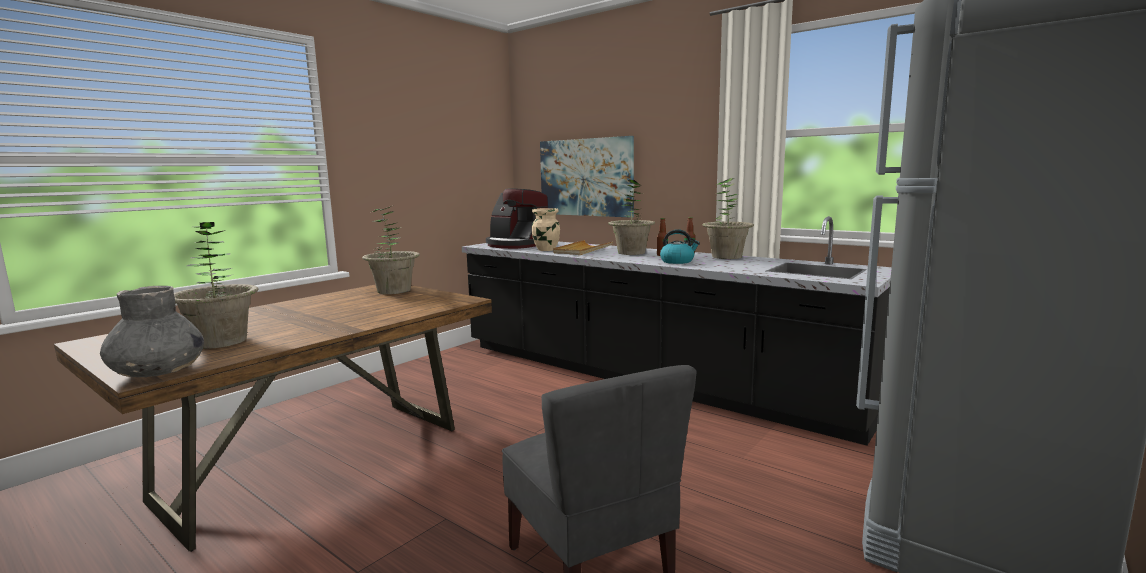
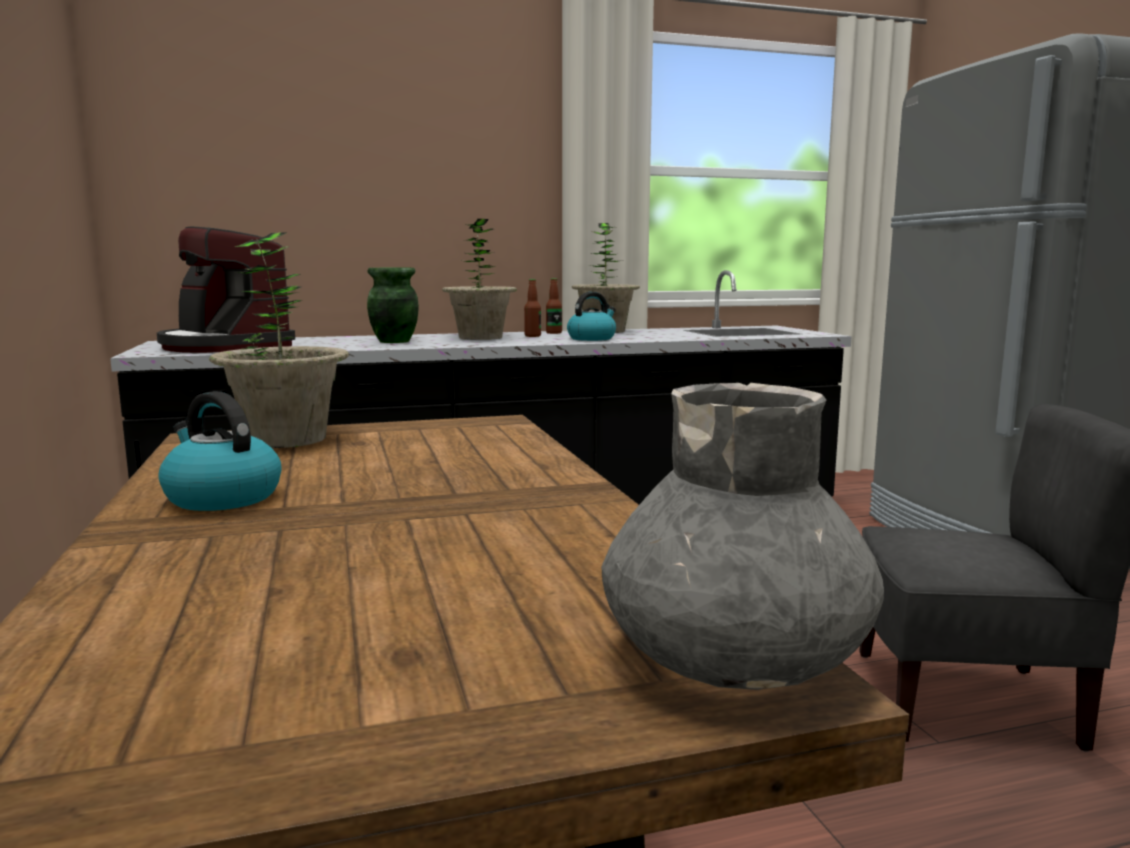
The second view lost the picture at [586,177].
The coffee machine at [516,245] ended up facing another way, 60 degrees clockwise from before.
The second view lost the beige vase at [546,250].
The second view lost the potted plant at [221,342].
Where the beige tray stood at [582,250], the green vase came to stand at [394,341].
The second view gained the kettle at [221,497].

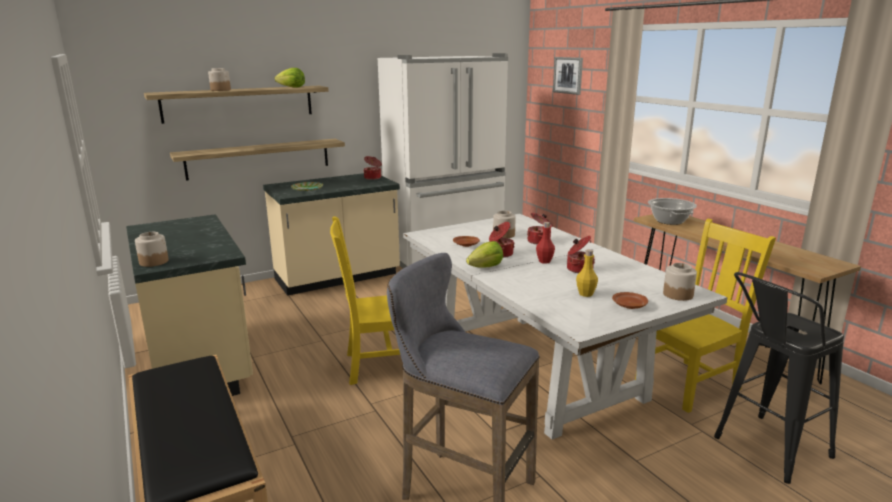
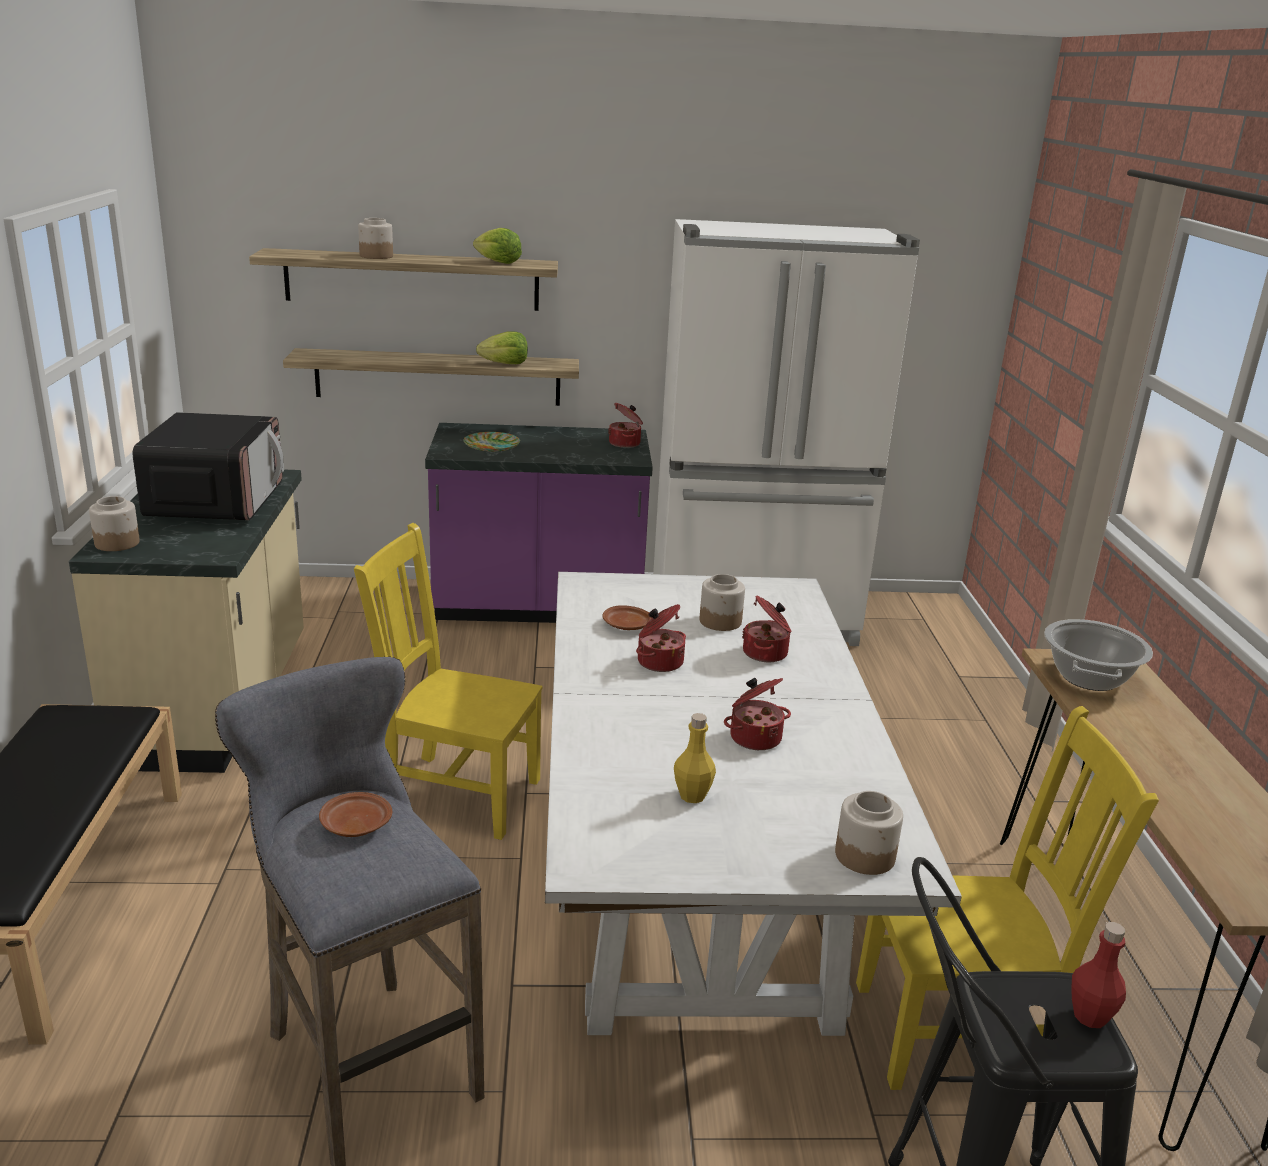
The second view lost the picture at [568,75].
What was the beige counter at [338,278] turned into the purple counter at [538,608].
The red bottle ended up elsewhere, having gone from [544,261] to [1090,1016].
The lettuce ended up elsewhere, having gone from [486,267] to [505,364].
The brown plate ended up elsewhere, having gone from [629,305] to [355,825].
The second view gained the microwave at [216,501].

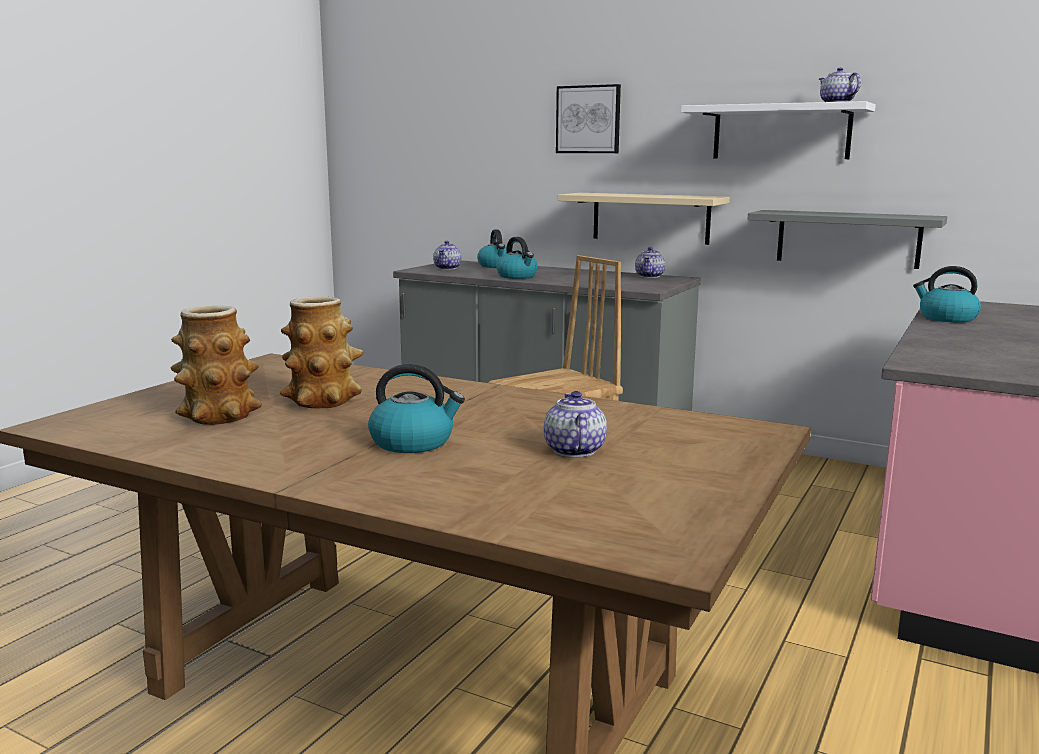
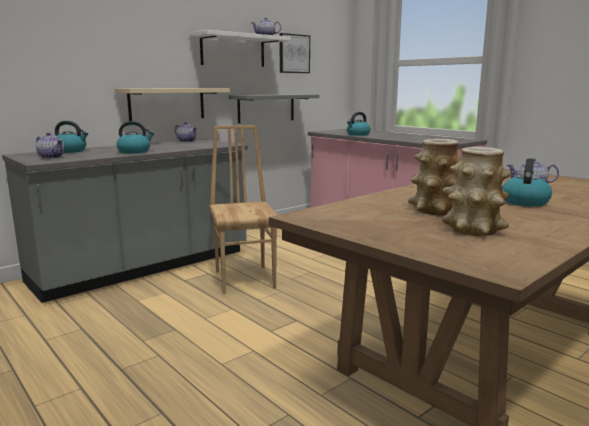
The picture ended up elsewhere, having gone from [588,119] to [294,54].

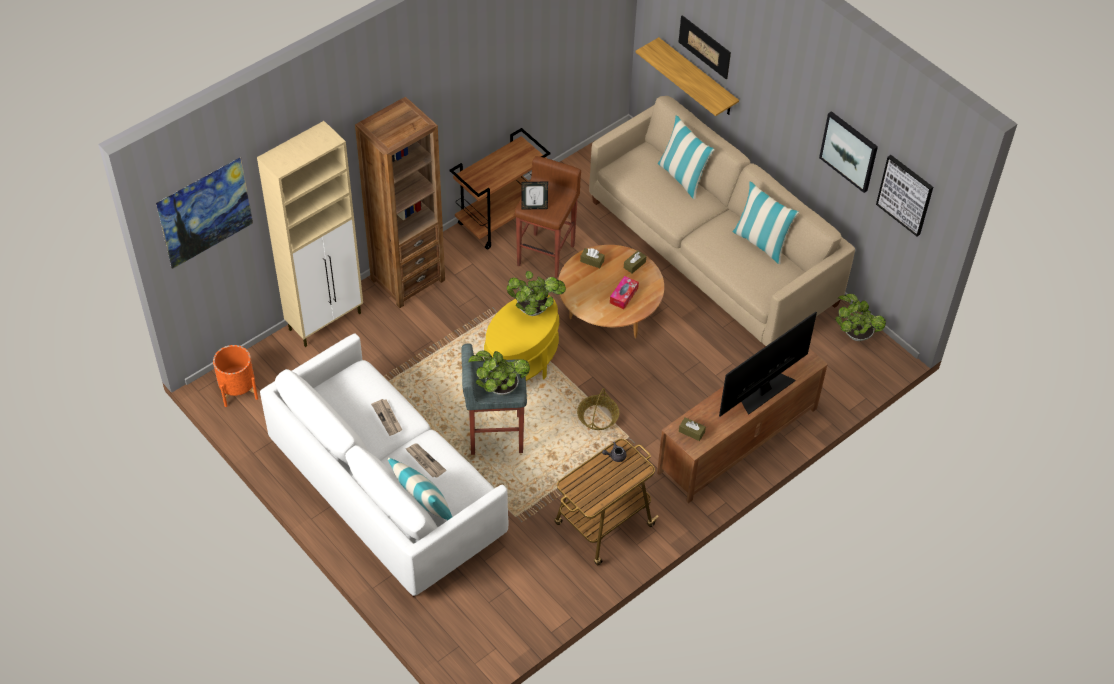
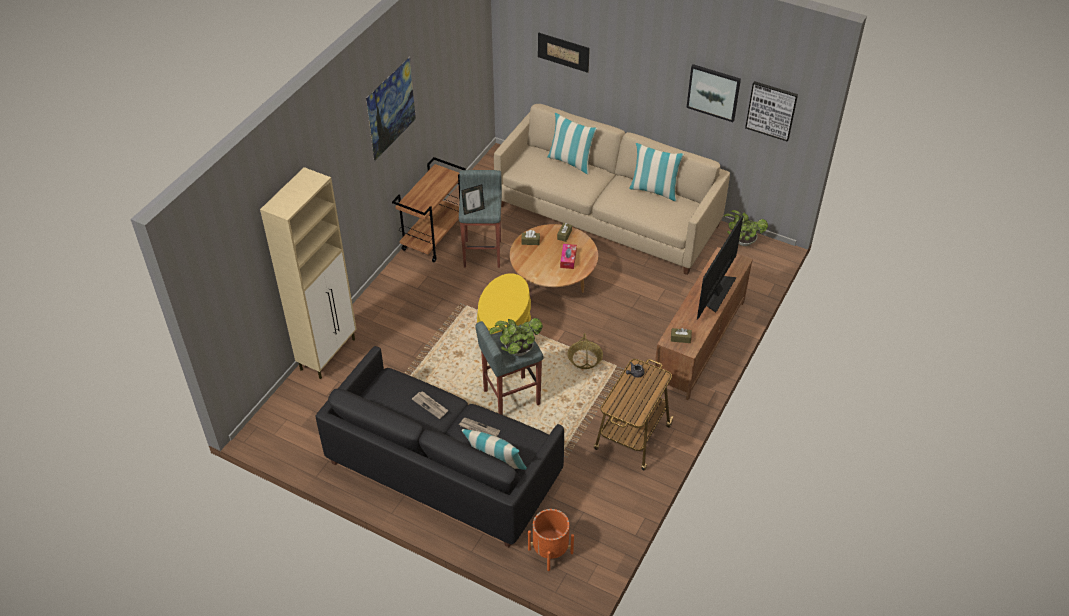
The second view lost the shelf at [697,78].
The second view lost the brown bookcase at [407,279].
What was the brown stool at [547,254] turned into the grey stool at [483,253].
The picture ended up elsewhere, having gone from [209,229] to [393,124].
The second view lost the potted plant at [535,309].
What was the white sofa at [386,489] turned into the black sofa at [443,468].
The orange planter ended up elsewhere, having gone from [238,390] to [550,551].

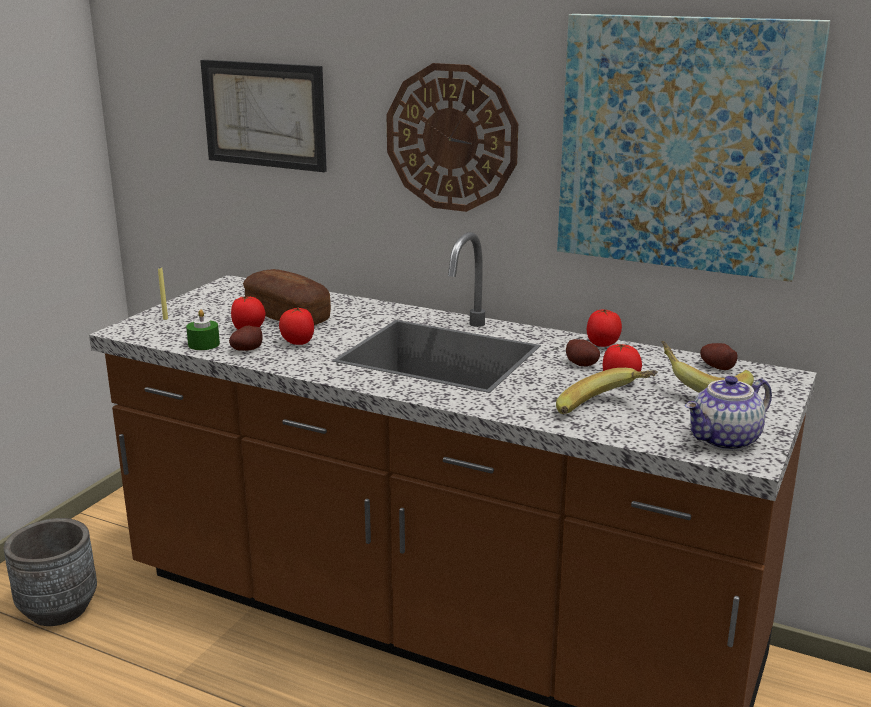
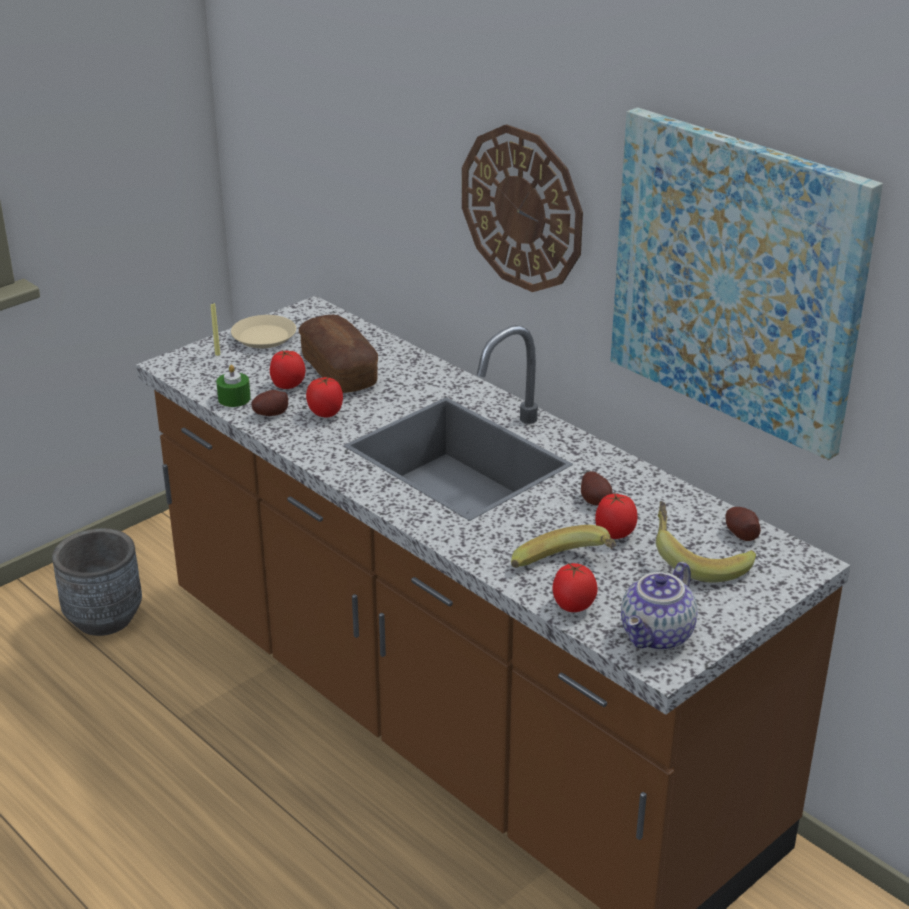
The second view lost the picture at [264,114].
The tomato ended up elsewhere, having gone from [602,345] to [573,607].
The teapot at [725,441] ended up facing another way, 45 degrees counterclockwise from before.
The second view gained the beige plate at [264,337].

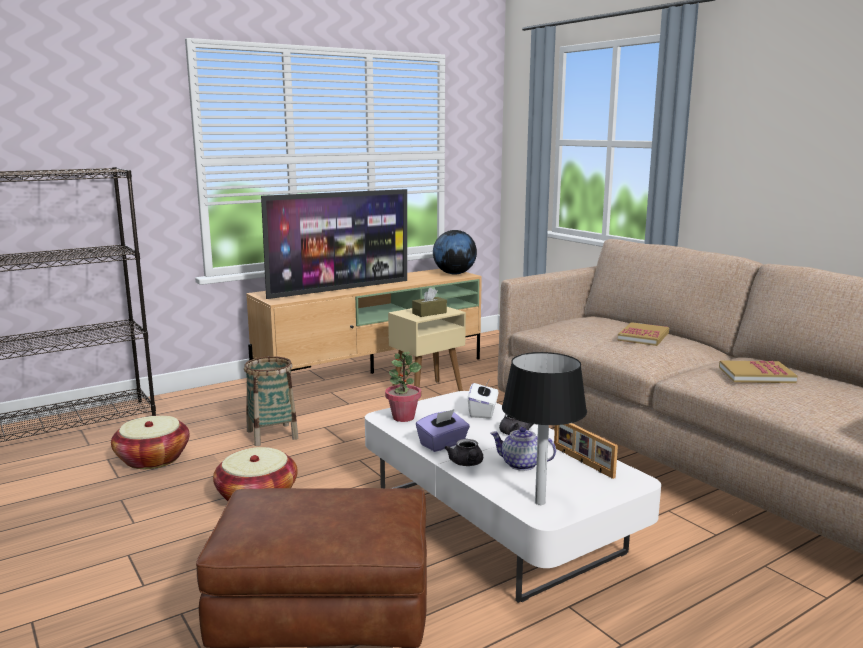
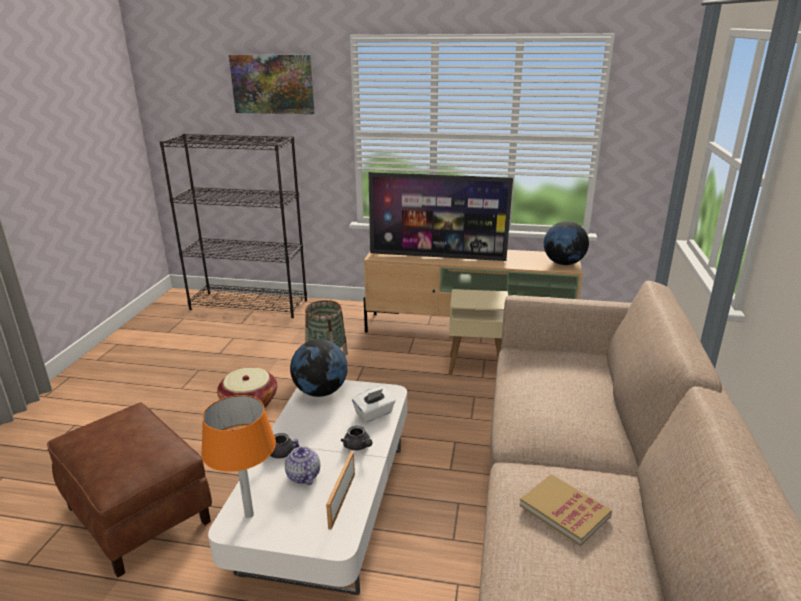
The second view lost the brown tissue box at [429,313].
The second view lost the book at [643,336].
Where the potted plant stood at [403,417], the globe came to stand at [320,391].
What was the black table lamp at [540,502] turned into the orange table lamp at [249,514].
The second view lost the purple tissue box at [443,444].
The second view lost the basket at [153,459].
The second view gained the picture at [272,84].

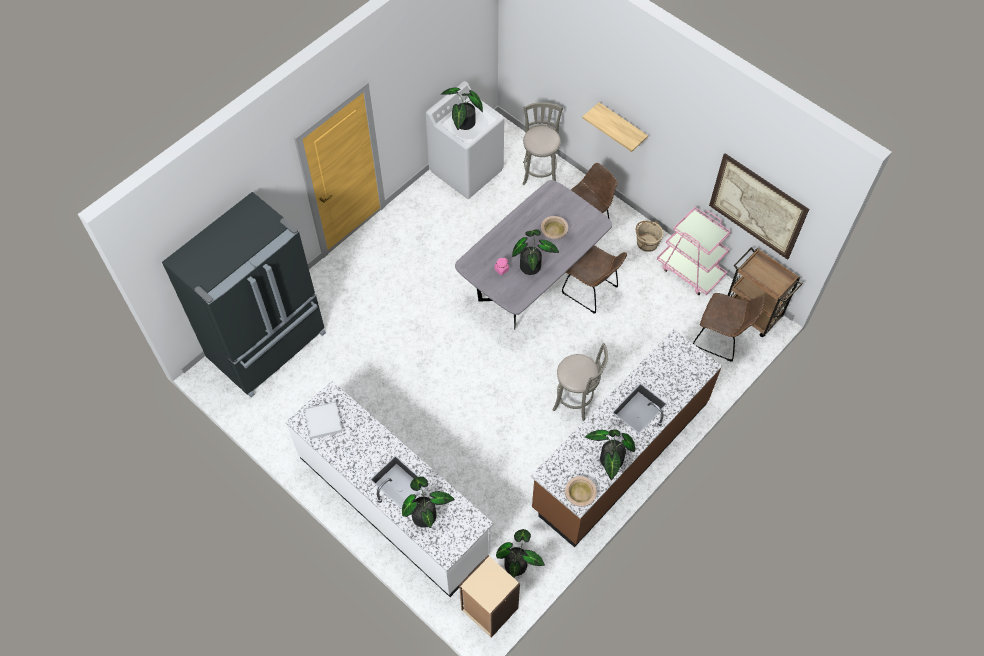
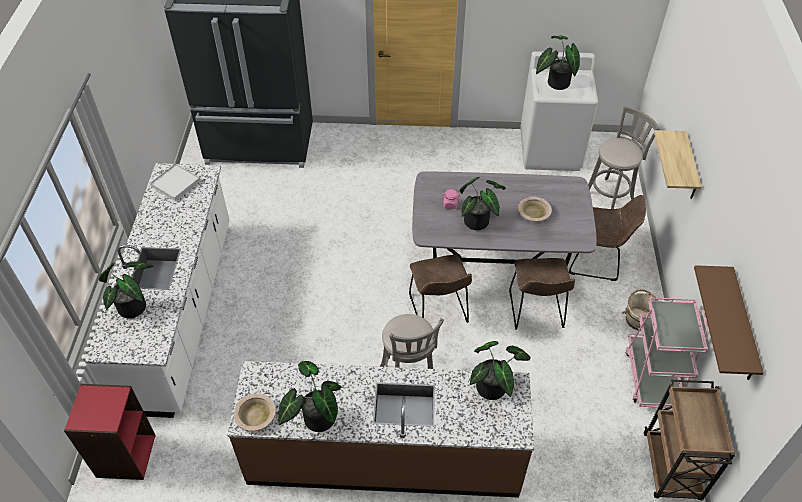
Where the picture hung at [757,206], the brown shelf came to hang at [742,326].
The brown chair ended up elsewhere, having gone from [722,339] to [439,311].
The potted plant ended up elsewhere, having gone from [518,563] to [495,387].
What was the beige bookcase at [489,609] turned into the red bookcase at [125,455].

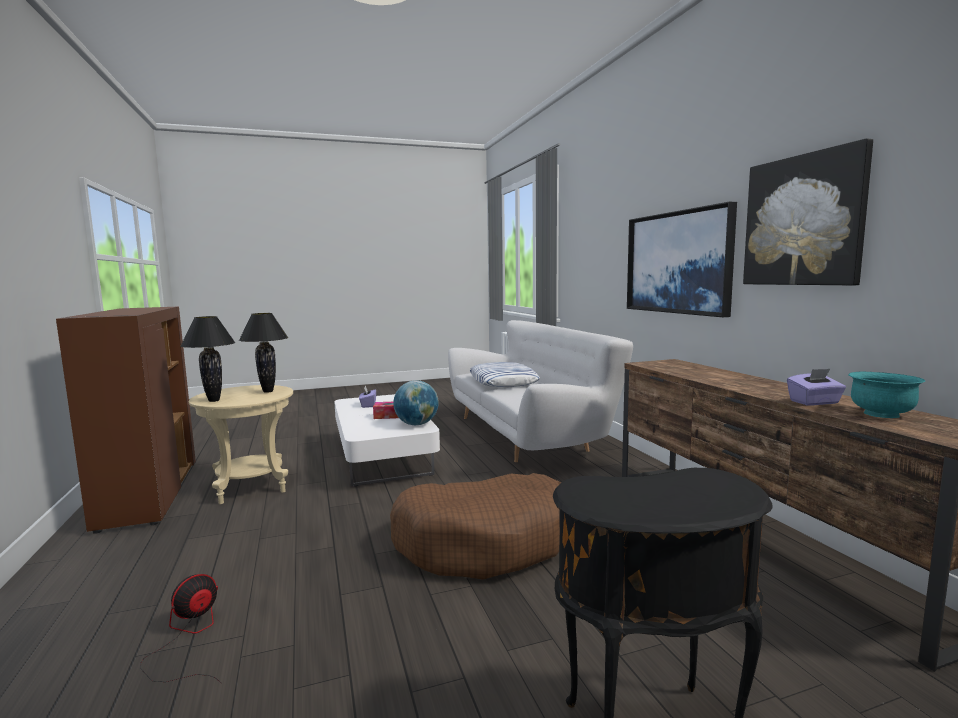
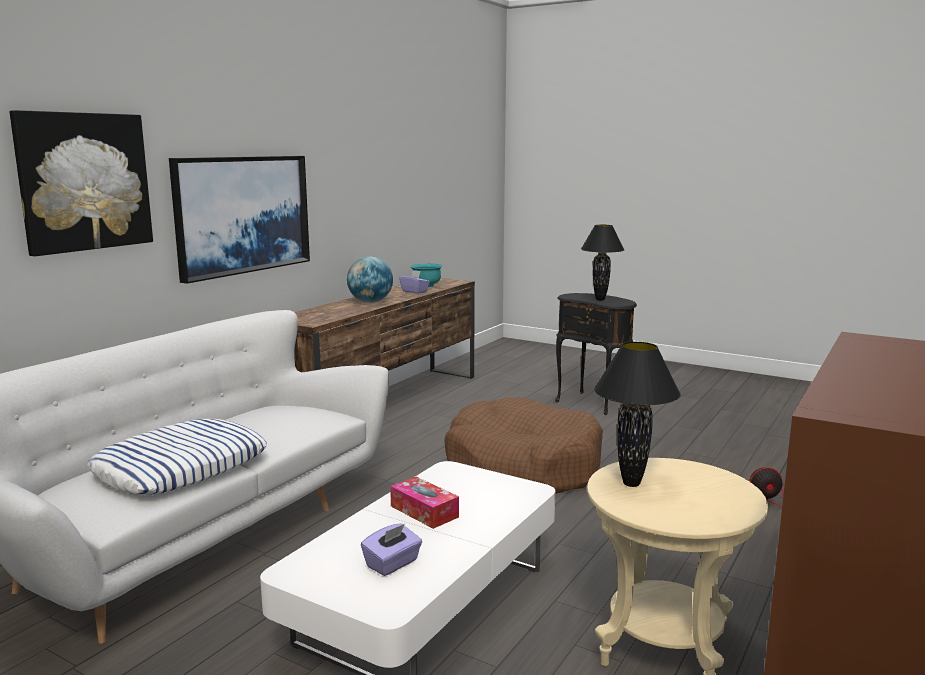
The picture ended up elsewhere, having gone from [803,221] to [84,181].
The black table lamp ended up elsewhere, having gone from [214,400] to [600,299].
The globe ended up elsewhere, having gone from [417,424] to [370,302].

